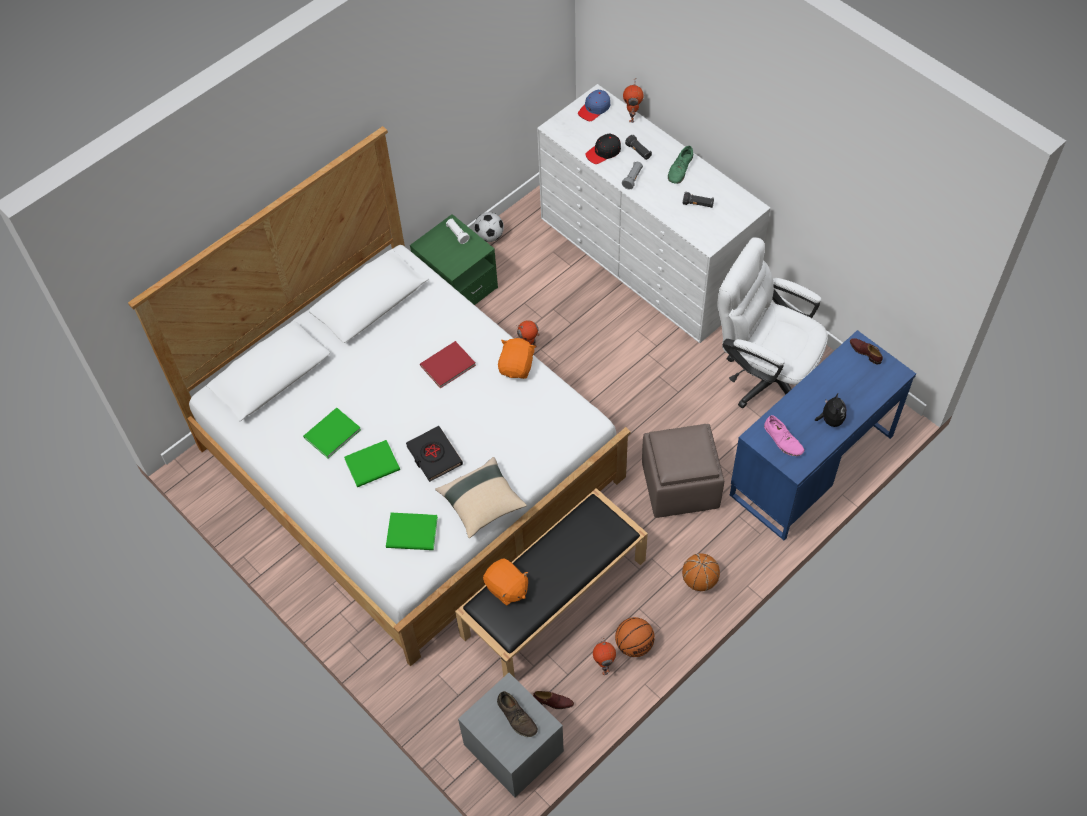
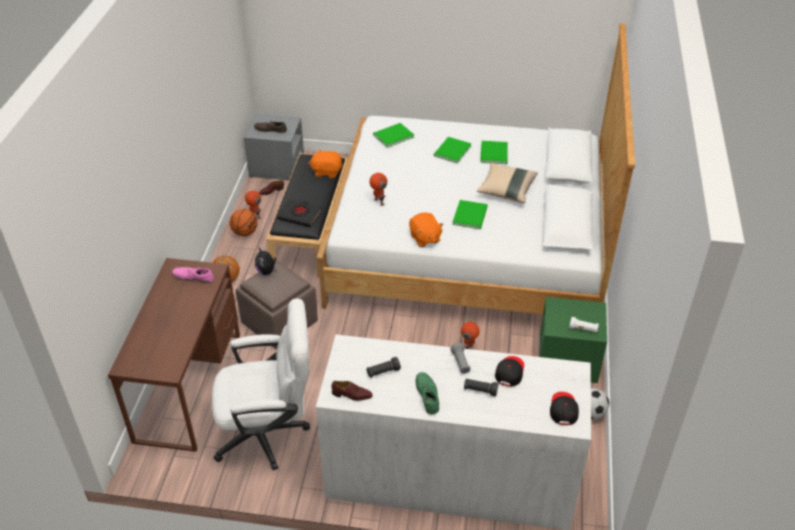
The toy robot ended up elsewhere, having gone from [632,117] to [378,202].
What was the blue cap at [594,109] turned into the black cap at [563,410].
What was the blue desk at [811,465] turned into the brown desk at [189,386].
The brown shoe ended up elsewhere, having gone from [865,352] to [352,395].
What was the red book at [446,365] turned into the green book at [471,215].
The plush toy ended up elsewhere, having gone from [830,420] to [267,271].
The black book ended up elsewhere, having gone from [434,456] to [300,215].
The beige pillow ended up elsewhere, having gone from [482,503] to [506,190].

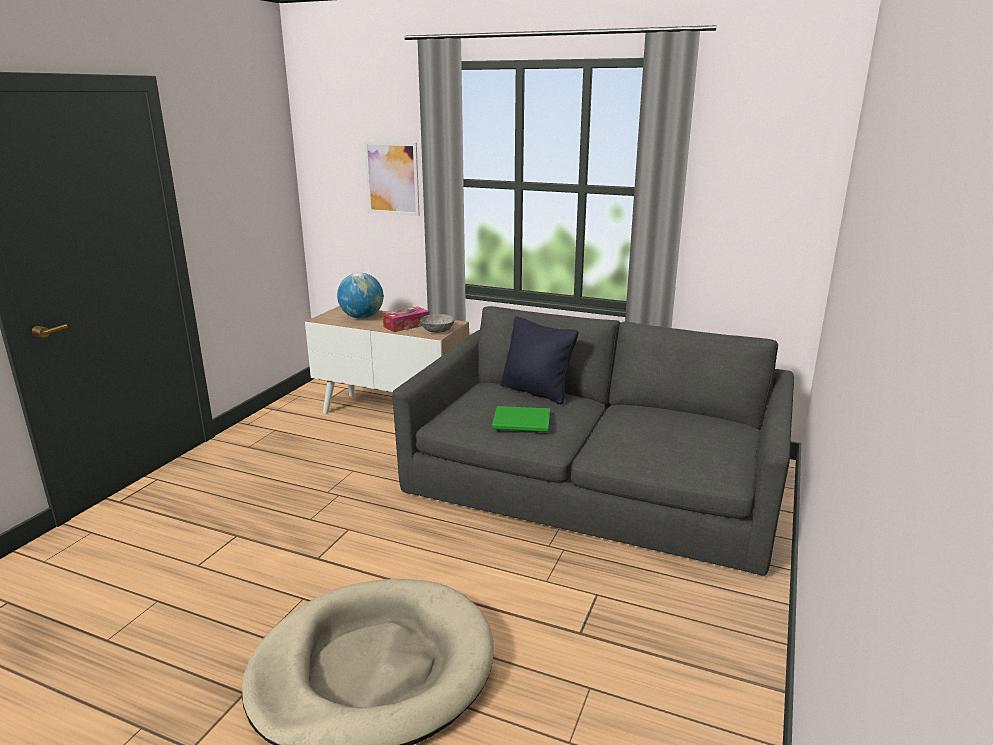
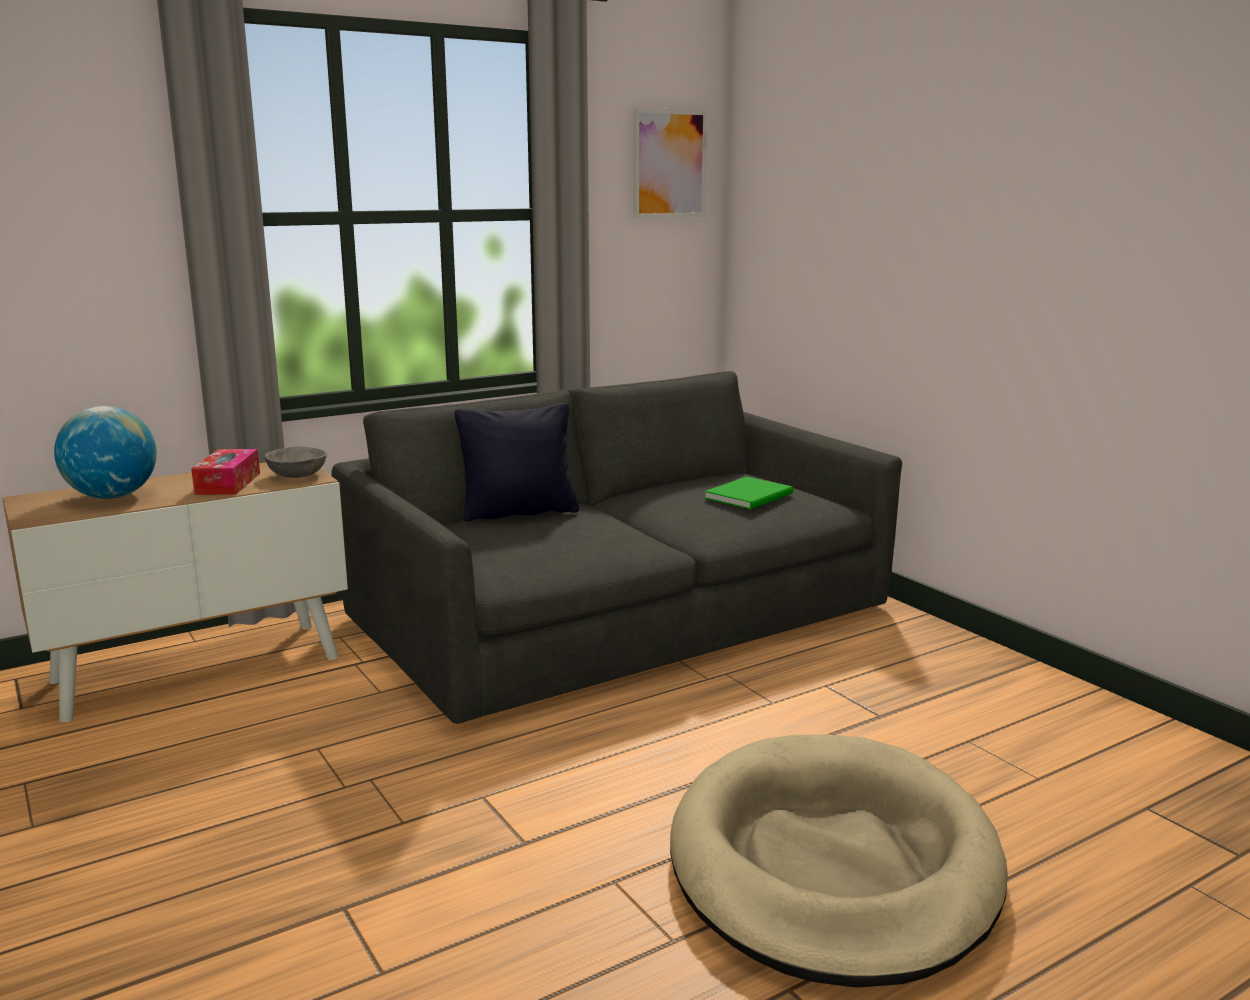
The picture ended up elsewhere, having gone from [392,178] to [669,164].
The green book ended up elsewhere, having gone from [523,422] to [752,496].

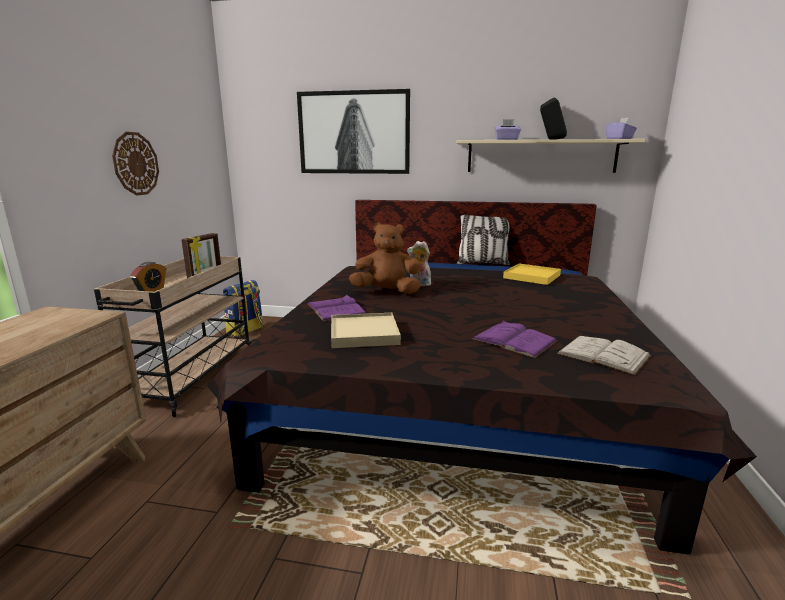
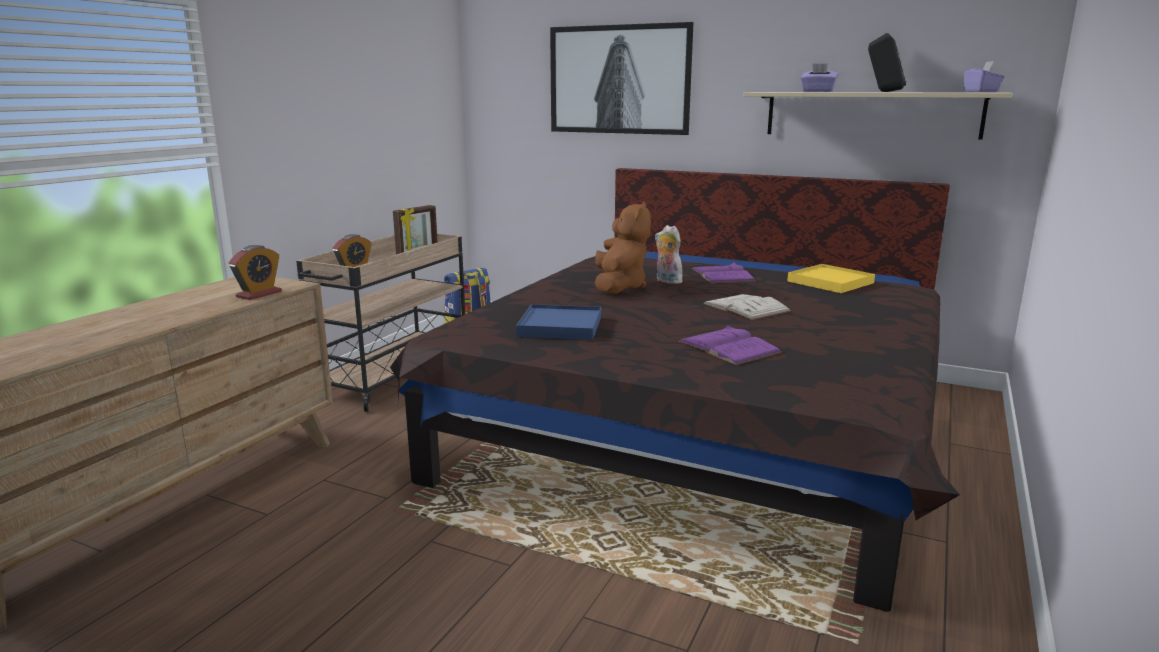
The second view lost the wall clock at [135,164].
The second view lost the pillow at [482,263].
The brown plush toy at [387,292] ended up facing another way, 75 degrees clockwise from before.
The purple book ended up elsewhere, having gone from [336,309] to [722,275].
What was the beige tray at [363,333] turned into the blue tray at [560,326].
The white book ended up elsewhere, having gone from [603,354] to [746,307].
The second view gained the alarm clock at [259,294].

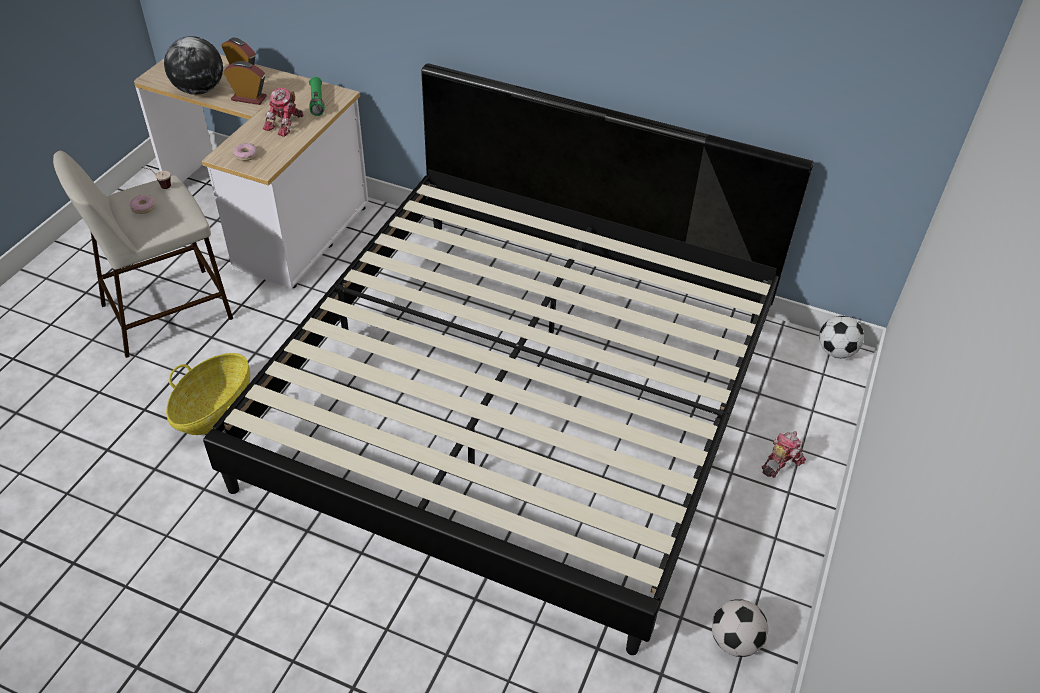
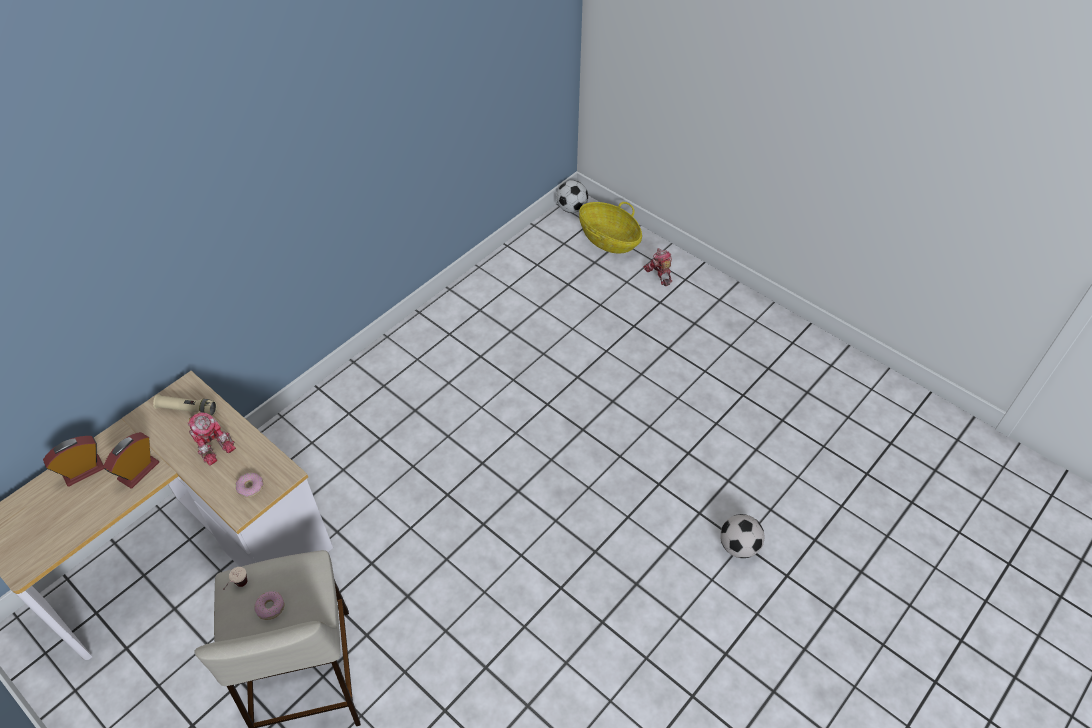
The second view lost the globe at [200,90].
The second view lost the bed at [518,398].
What was the green flashlight at [317,102] turned into the beige flashlight at [187,409].
The basket ended up elsewhere, having gone from [215,410] to [609,239].
The football ended up elsewhere, having gone from [734,641] to [738,546].

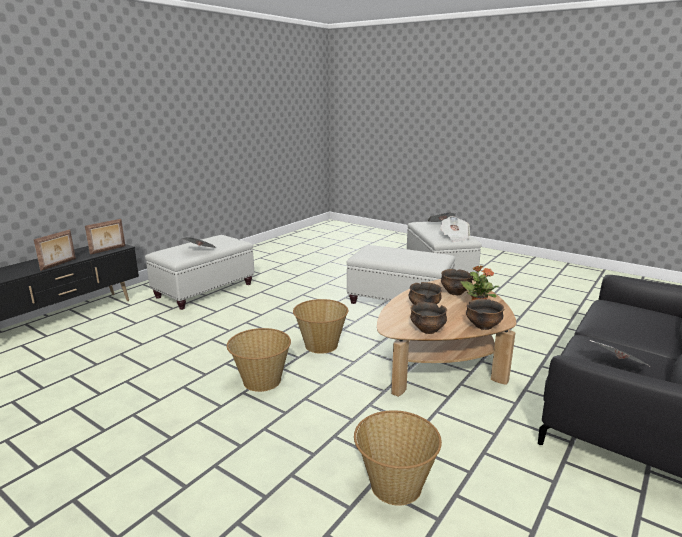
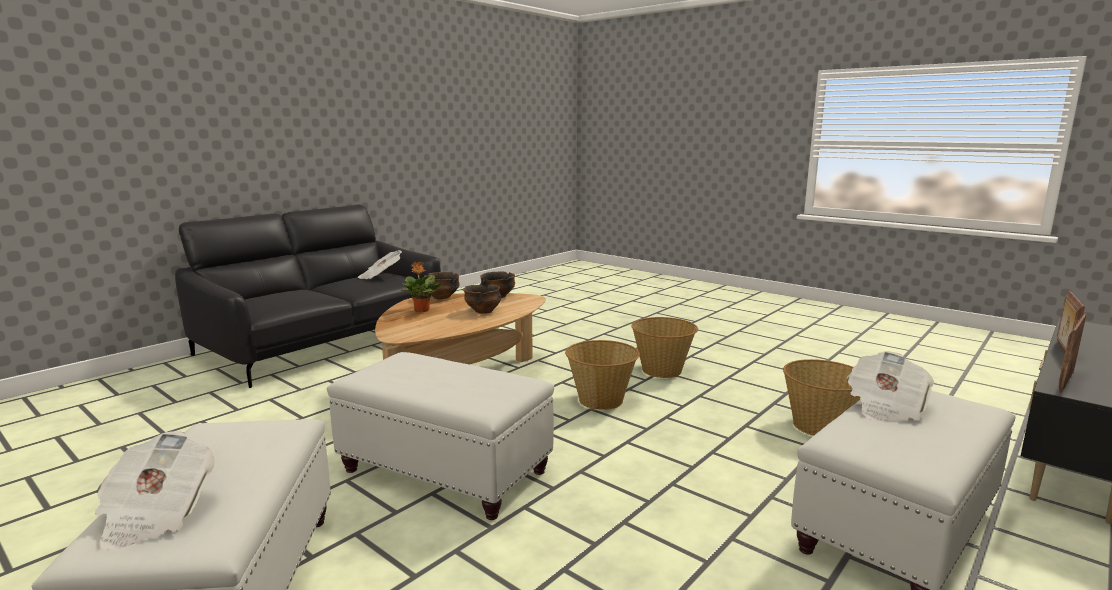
The second view lost the newspaper at [454,237].
The second view lost the bowl at [455,292].
The basket ended up elsewhere, having gone from [395,485] to [819,426].

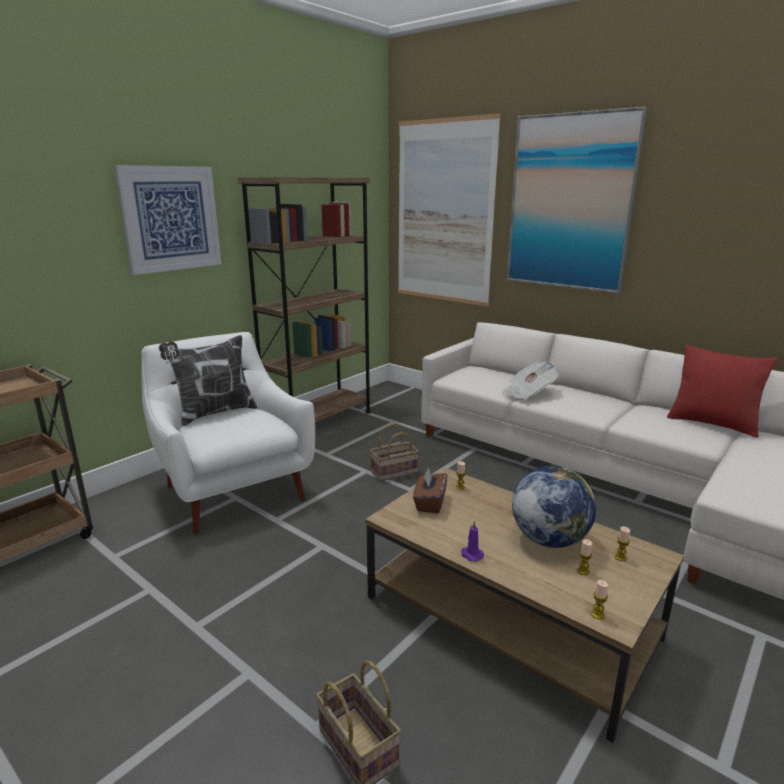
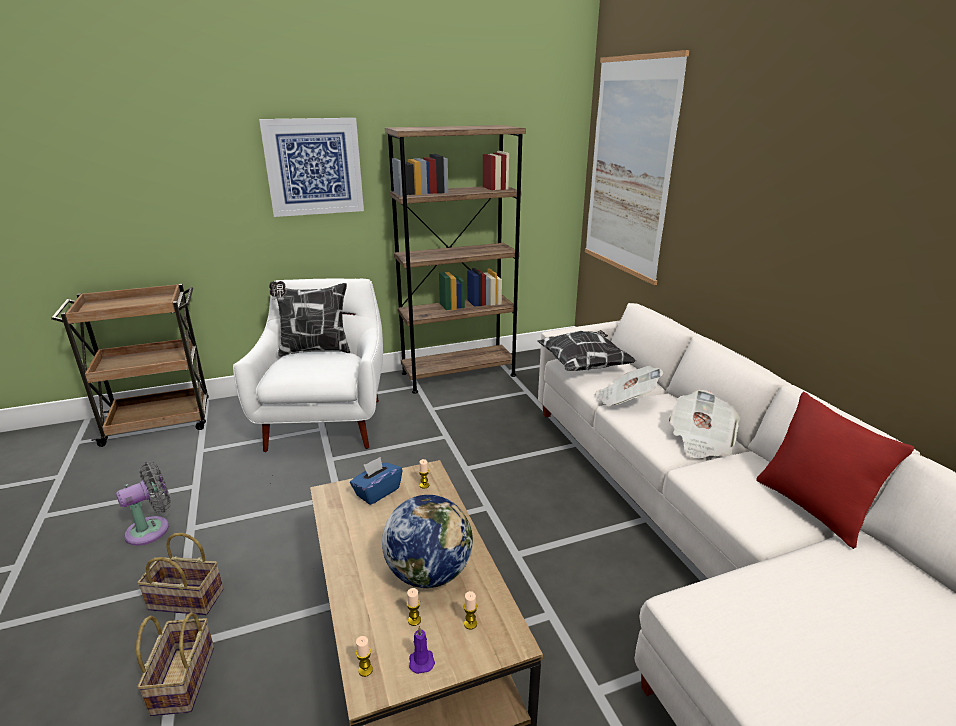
The second view lost the picture at [570,203].
The basket ended up elsewhere, having gone from [393,473] to [184,600].
What was the brown tissue box at [430,503] turned into the blue tissue box at [377,492].
The purple candle ended up elsewhere, having gone from [471,555] to [421,660].
The second view gained the pillow at [584,366].
The second view gained the newspaper at [700,441].
The second view gained the grey fan at [152,529].

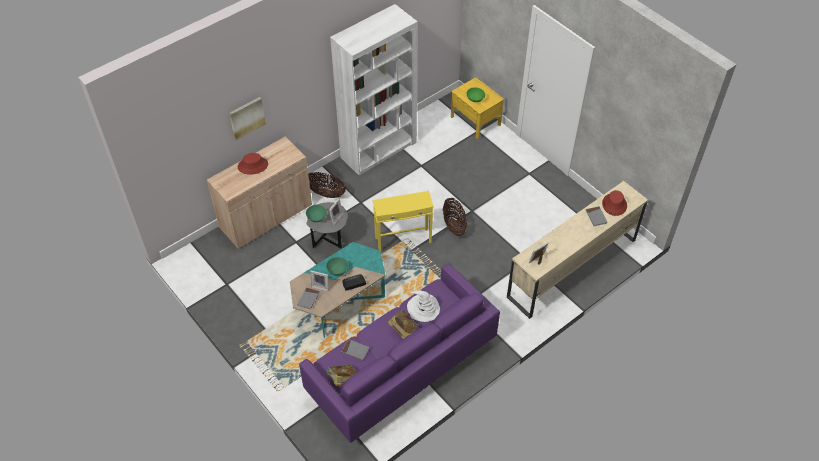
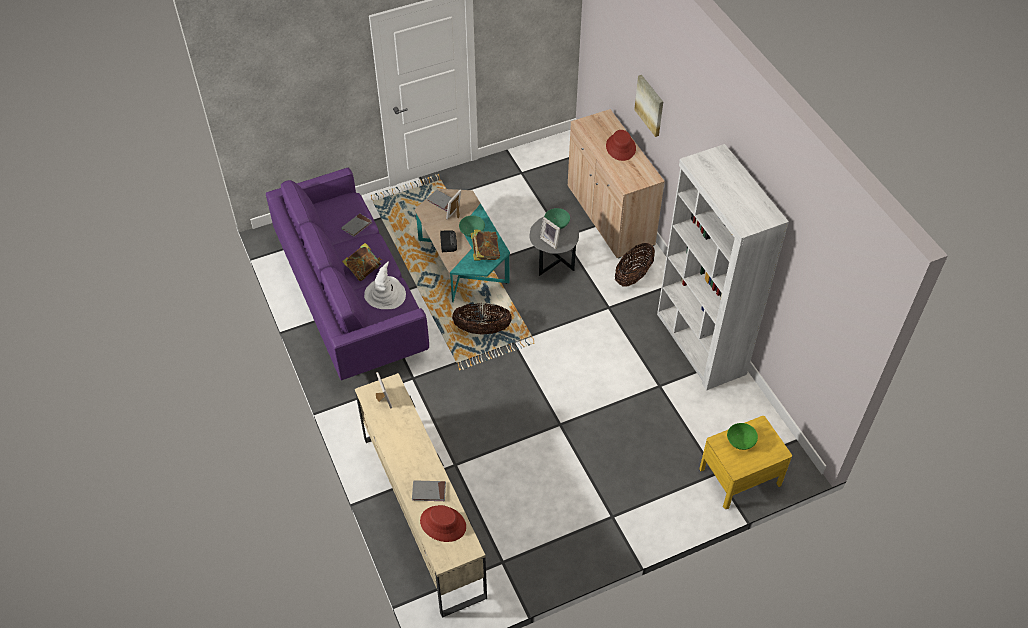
The second view lost the yellow side table at [403,240].
The basket ended up elsewhere, having gone from [454,225] to [482,329].
The book ended up elsewhere, having gone from [343,380] to [485,253].

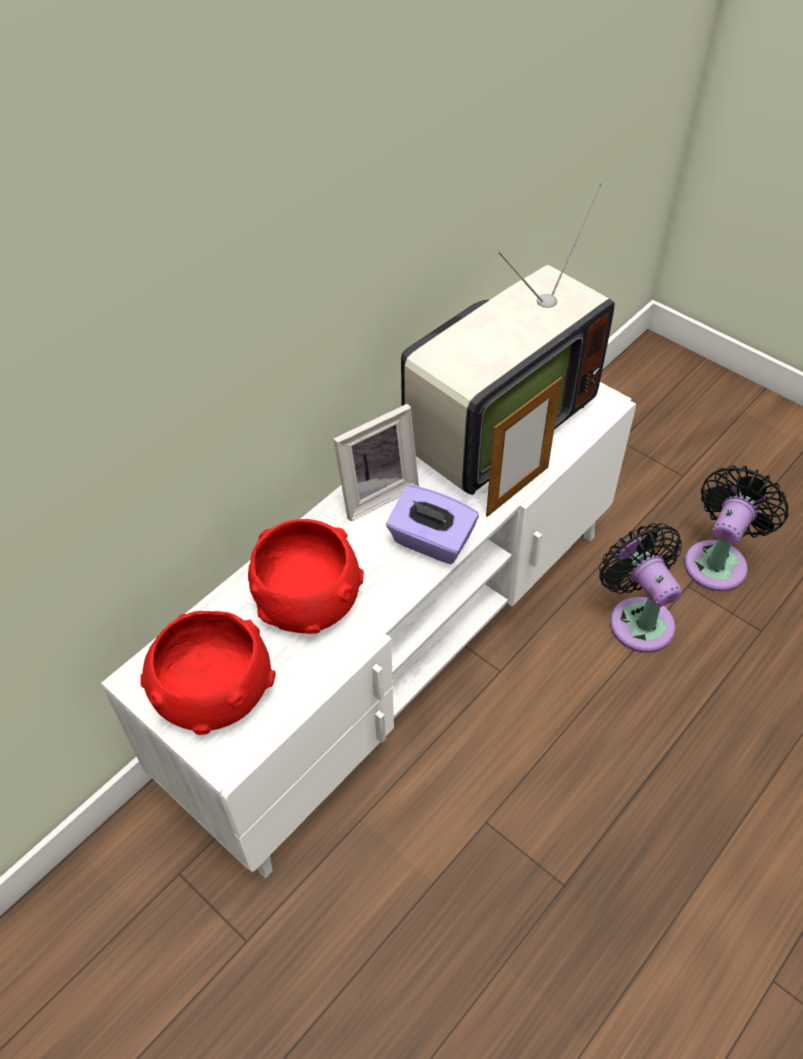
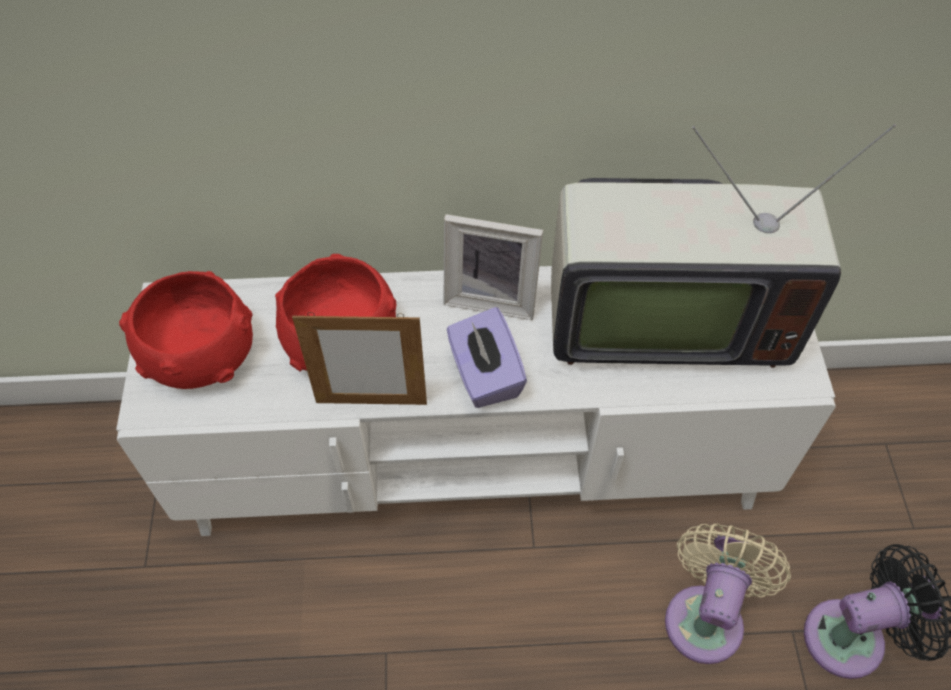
The picture frame ended up elsewhere, having gone from [517,491] to [371,402].
What was the black fan at [637,619] turned into the beige fan at [706,615].

